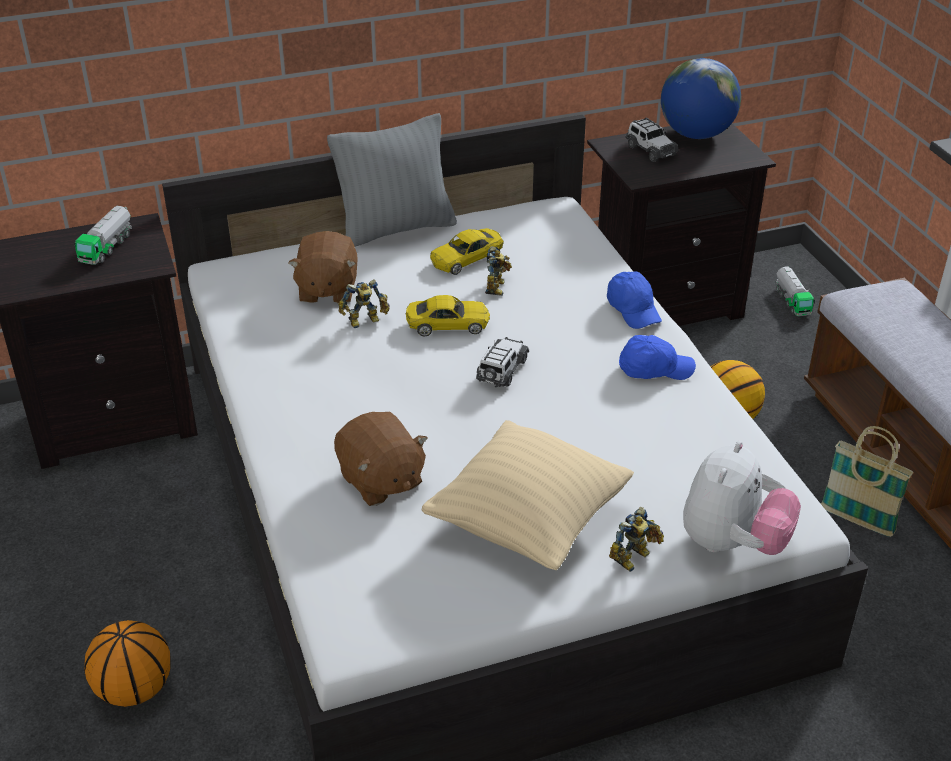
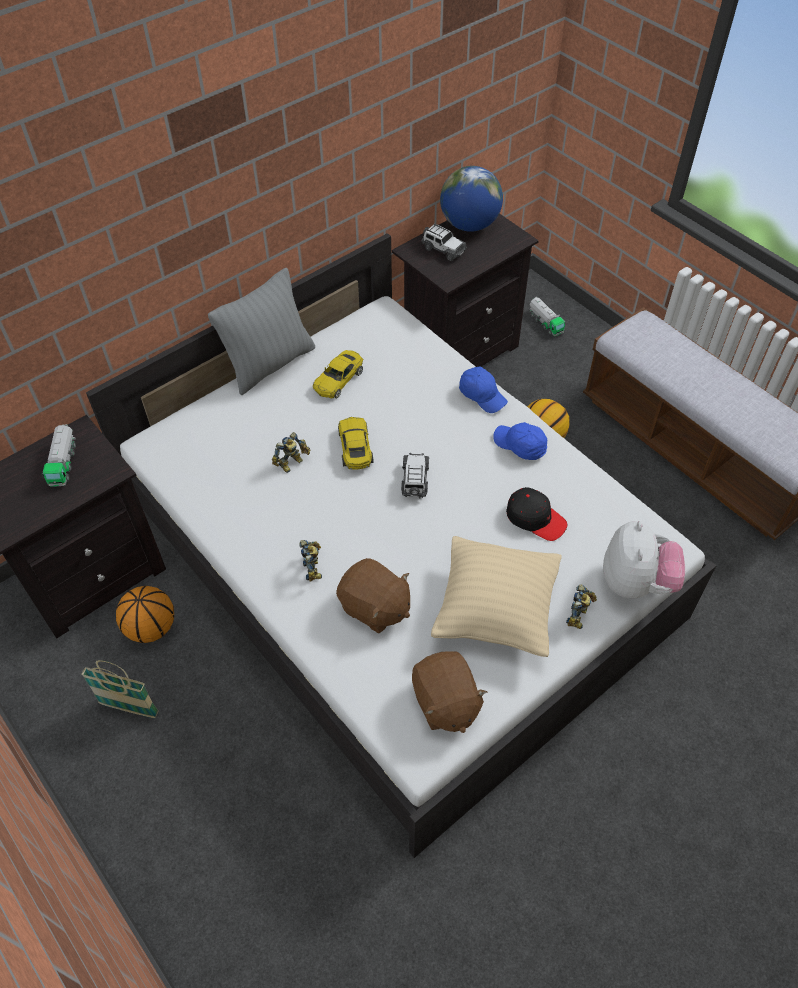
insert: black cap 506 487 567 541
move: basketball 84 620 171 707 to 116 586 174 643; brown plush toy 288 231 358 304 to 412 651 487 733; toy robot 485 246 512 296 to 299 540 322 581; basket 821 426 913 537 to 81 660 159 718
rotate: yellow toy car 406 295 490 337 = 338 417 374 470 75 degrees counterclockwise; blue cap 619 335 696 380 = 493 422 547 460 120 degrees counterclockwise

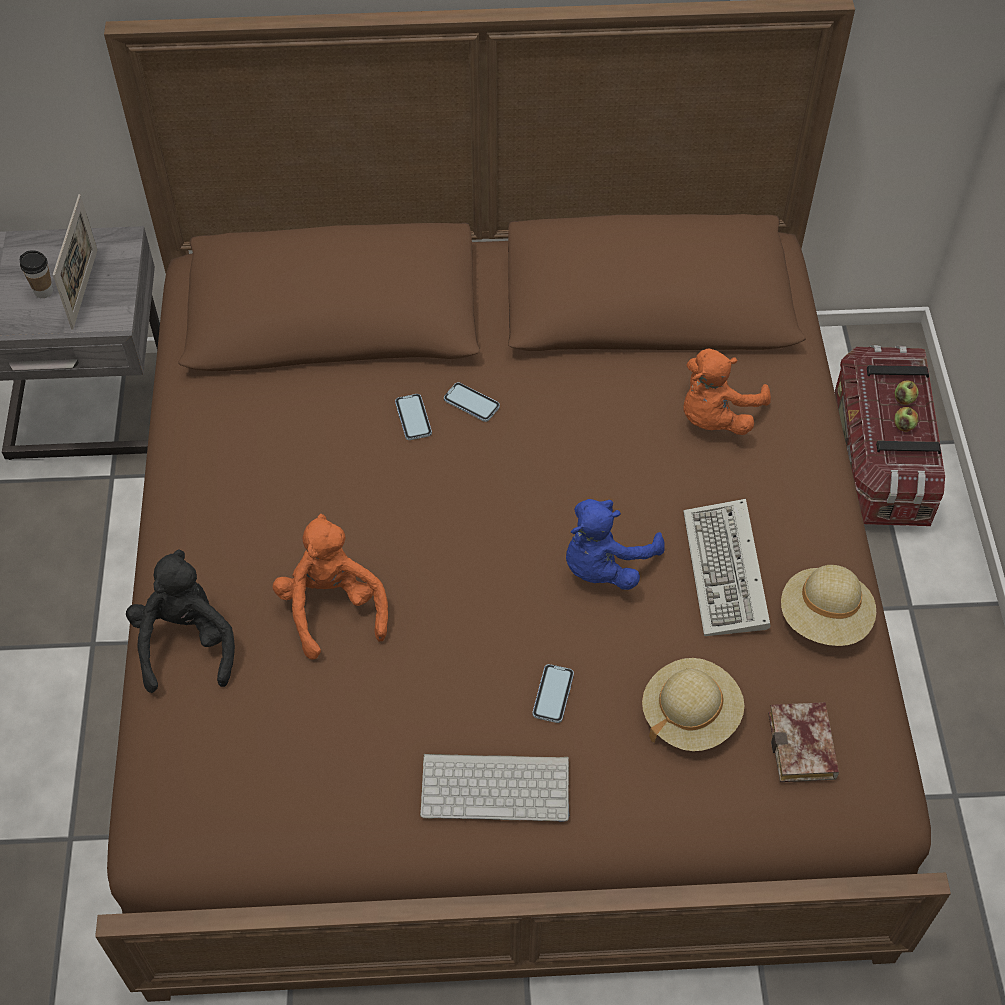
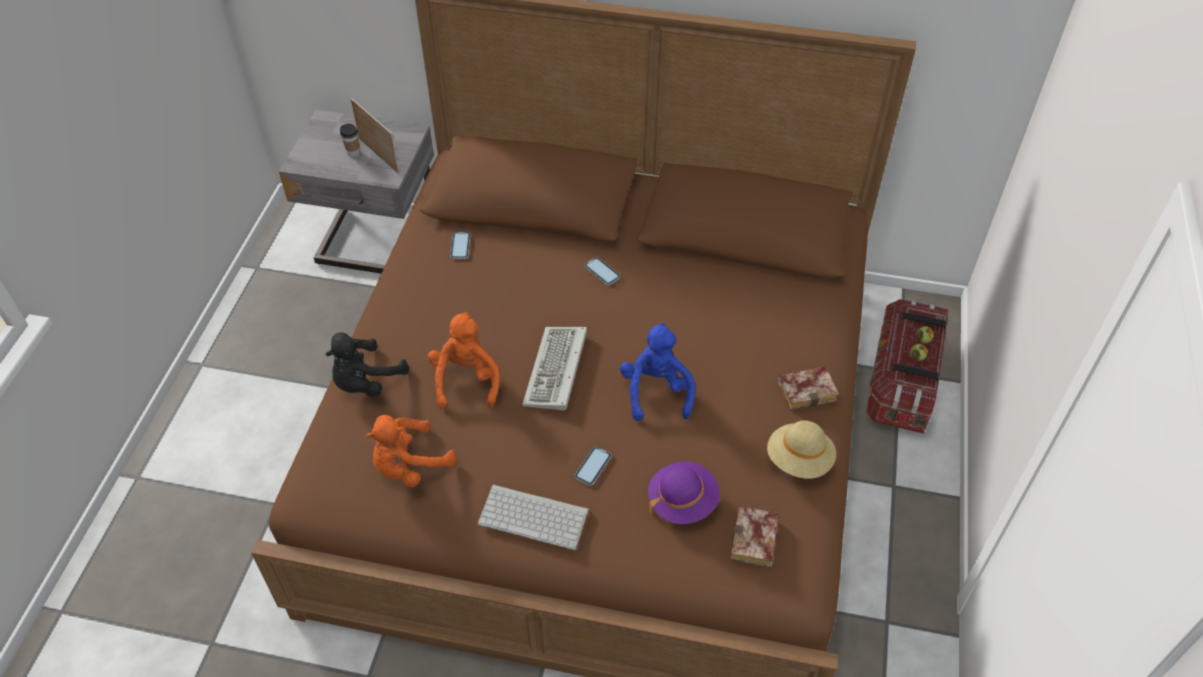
insert: book 777 366 839 411
move: phone 395 394 432 440 to 450 232 471 259; orange plush toy 683 349 771 435 to 366 415 456 487; keyboard 683 499 771 636 to 522 327 587 410
recolor: beige hat 642 658 744 751 to purple hat 648 461 720 524
rotate: picture frame 53 194 97 329 = 350 98 400 174 60 degrees counterclockwise; black plush toy 126 549 235 693 = 325 332 409 397 150 degrees counterclockwise; blue plush toy 566 499 665 590 = 620 323 695 421 120 degrees clockwise

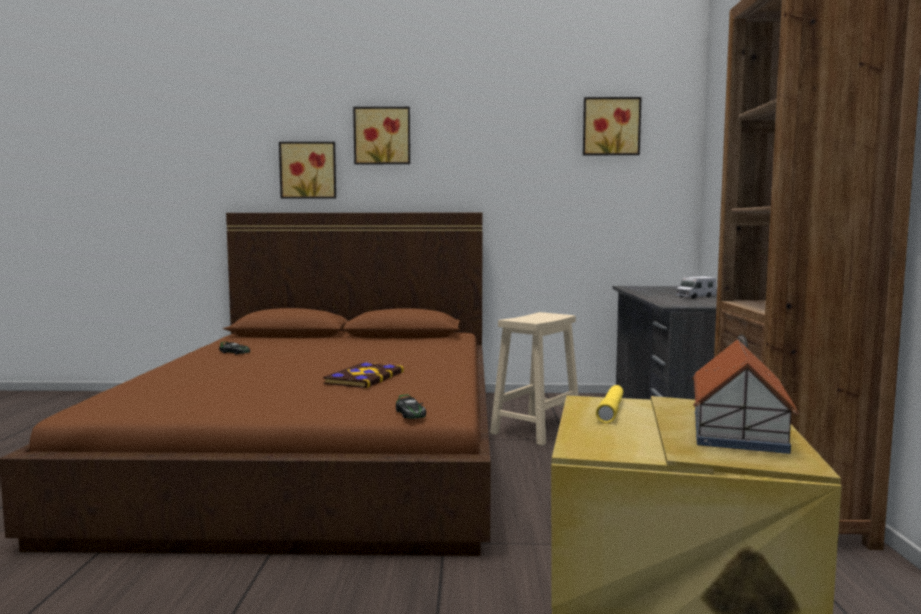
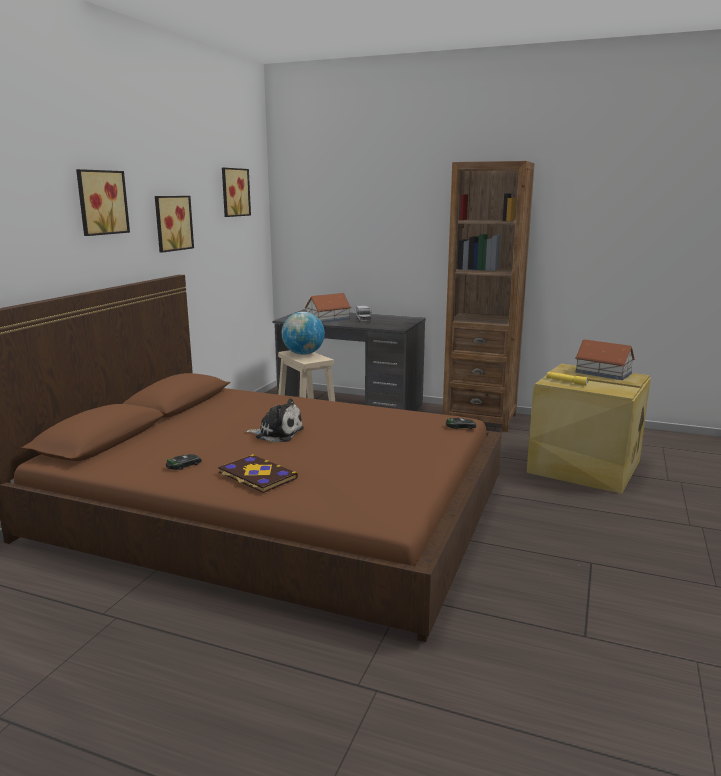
insert: plush toy 245 398 304 442; globe 282 312 325 355; toy house 305 293 351 323
move: picture 279 142 336 198 to 155 196 194 253; book 323 362 404 388 to 218 454 298 493

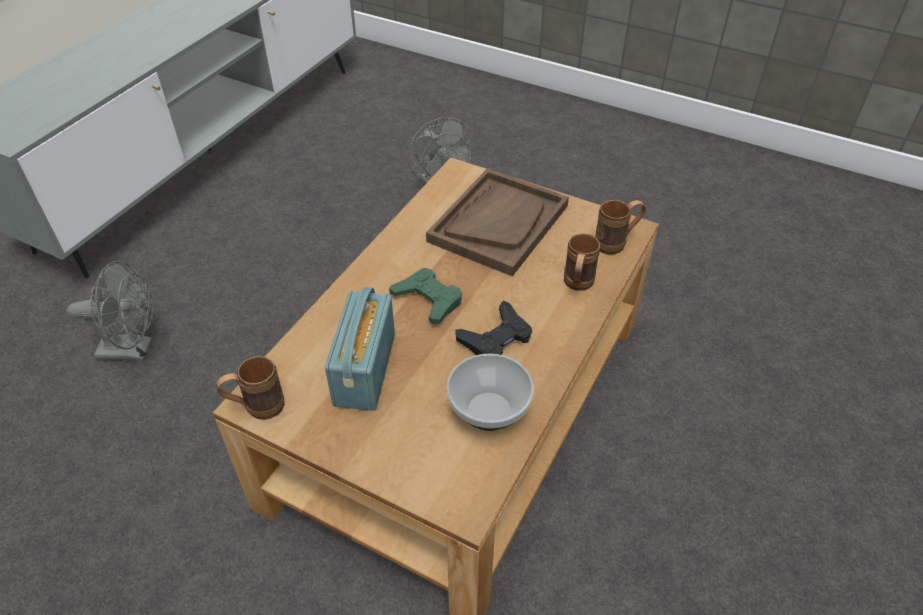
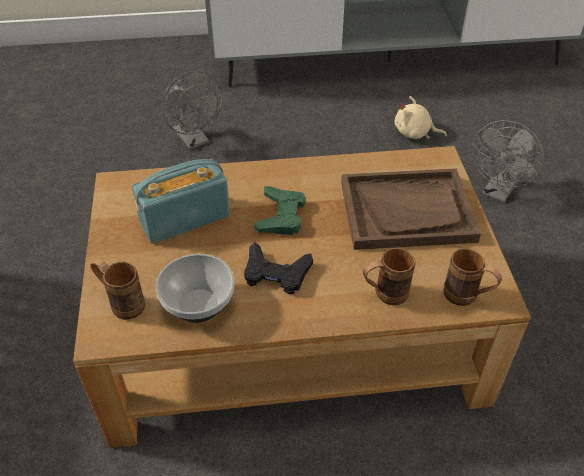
insert: beige plush toy 395 96 447 139
move: brown mug 216 356 284 420 to 91 259 145 320

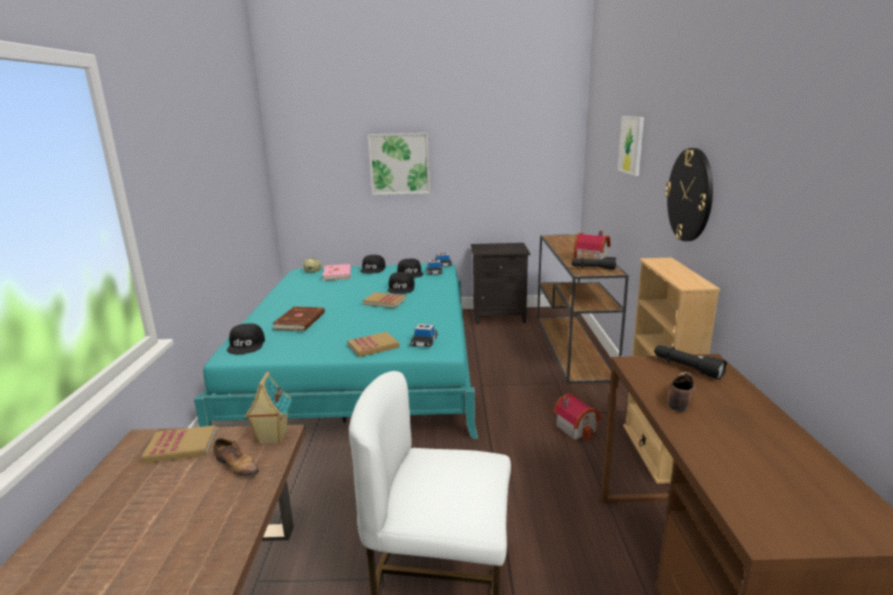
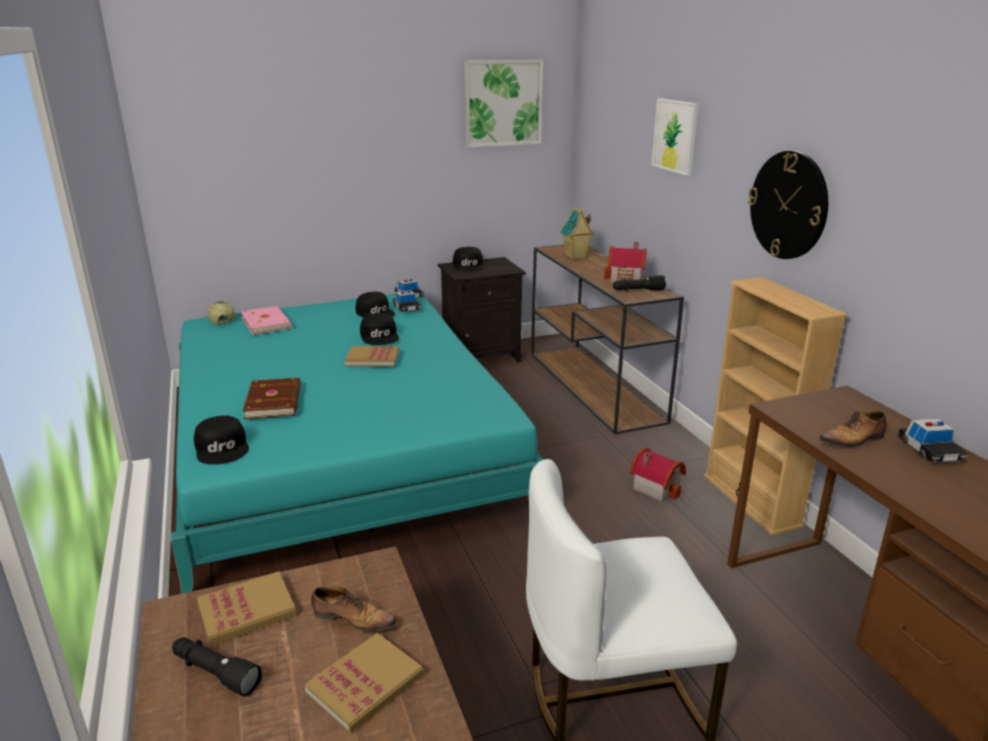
move: toy house 244 371 292 445 to 560 207 594 259; book 347 332 400 357 to 304 633 424 733; black cap 360 255 386 274 to 453 247 485 272; picture 368 133 430 195 to 464 60 543 148; toy car 410 324 438 347 to 896 418 967 463; black flashlight 654 345 727 380 to 172 637 262 696
rotate: shoe 668 371 695 412 = 819 411 887 447 120 degrees counterclockwise

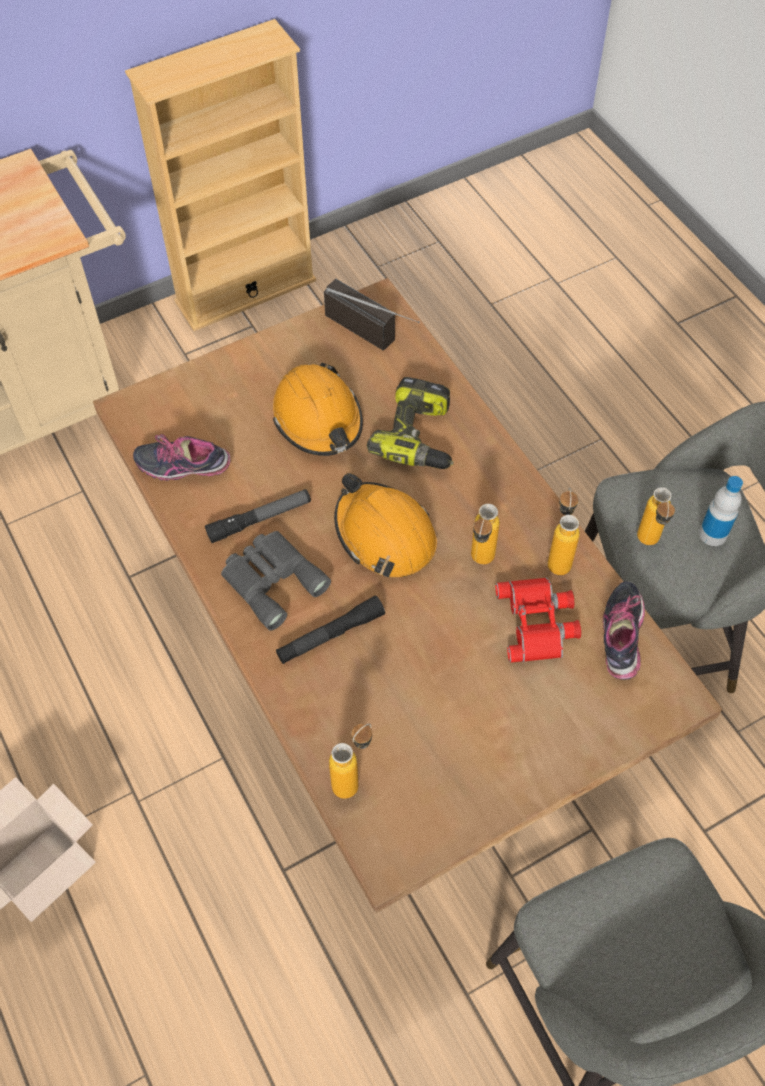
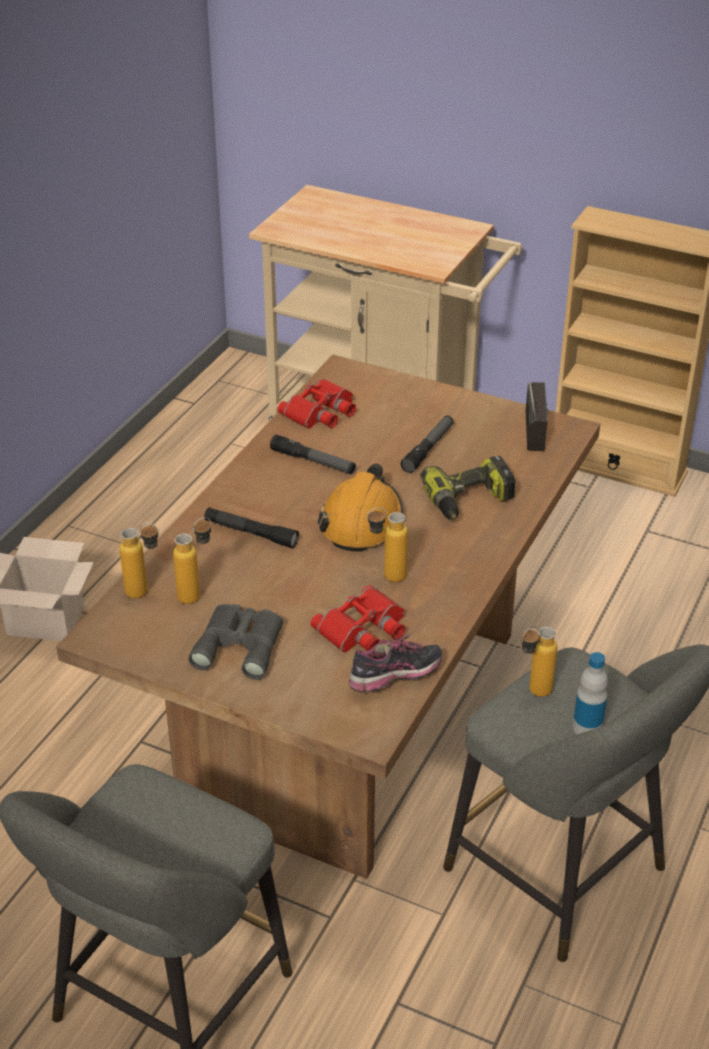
move: grey binoculars 221 531 331 631 to 188 604 283 680; bottle 548 487 580 575 to 173 517 211 604
replace: shoe 133 434 231 481 to red binoculars 277 378 356 429; orange hard hat 273 363 363 456 to flashlight 401 416 453 473

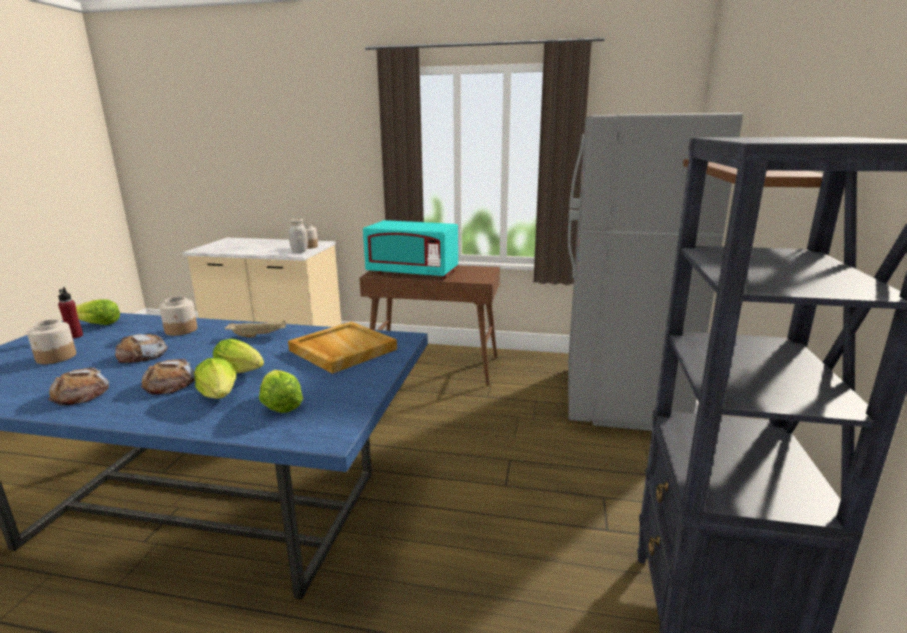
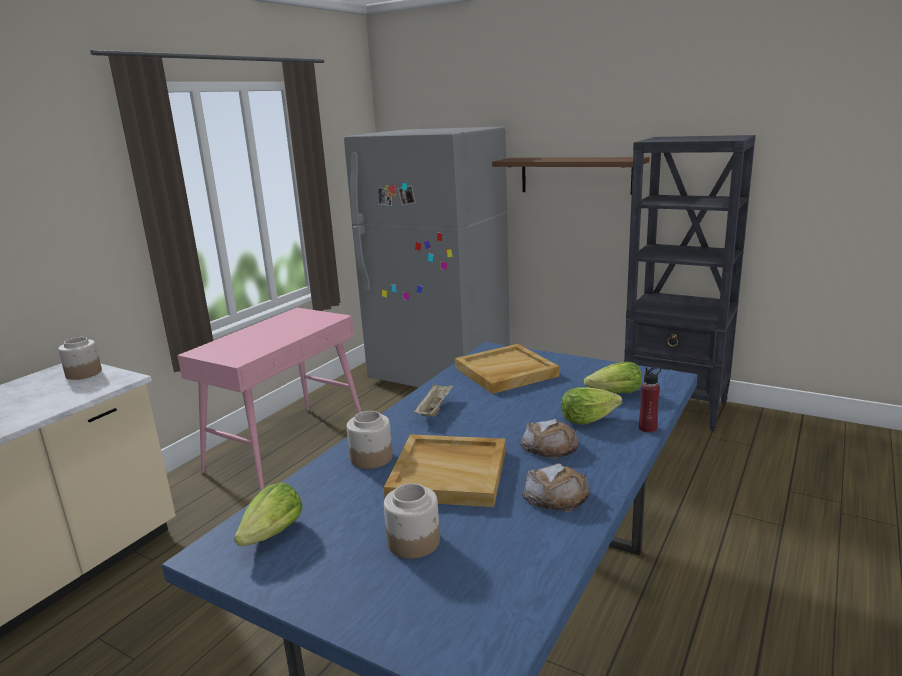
delete: lettuce 213 339 264 373; white jar 289 218 308 253; turquoise microwave 363 220 459 278
move: red bottle 58 287 83 339 to 639 367 661 433
replace: bread 115 334 168 363 to beige tray 384 434 506 507
recolor: brown console table 359 265 500 386 to pink console table 177 308 362 491

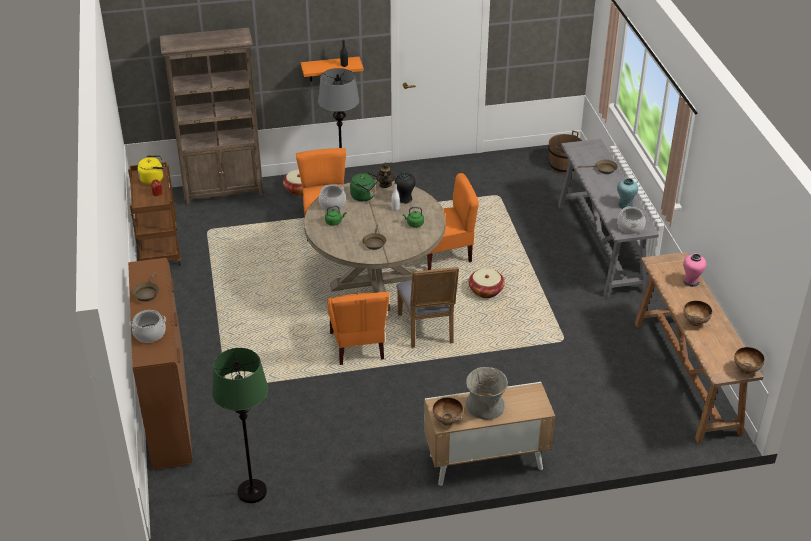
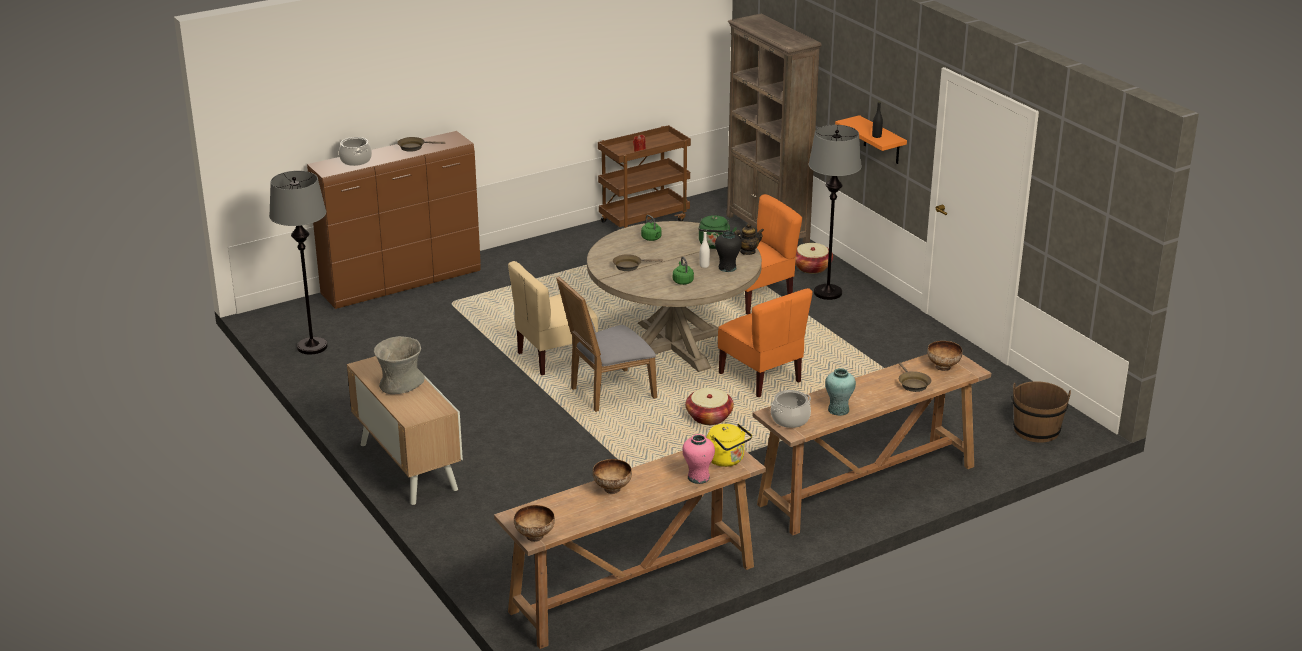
delete: cooking pot 319 184 346 210
move: yellow kettle 137 155 165 185 to 706 424 752 467; bowl 433 397 463 426 to 927 341 963 371
recolor: green floor lamp 212 348 268 503 to grey floor lamp 269 171 328 355; orange chair 327 292 389 365 to beige chair 508 261 598 375; grey console table 558 139 659 298 to brown console table 752 354 991 535

